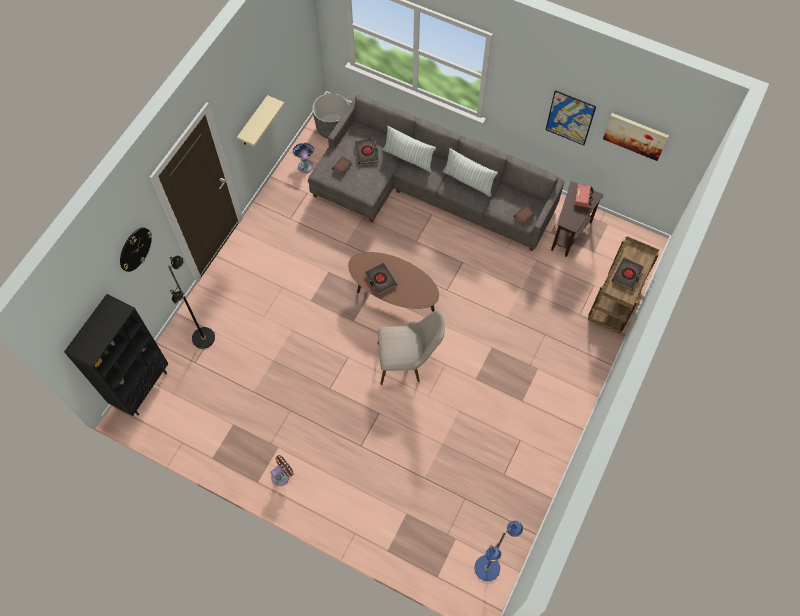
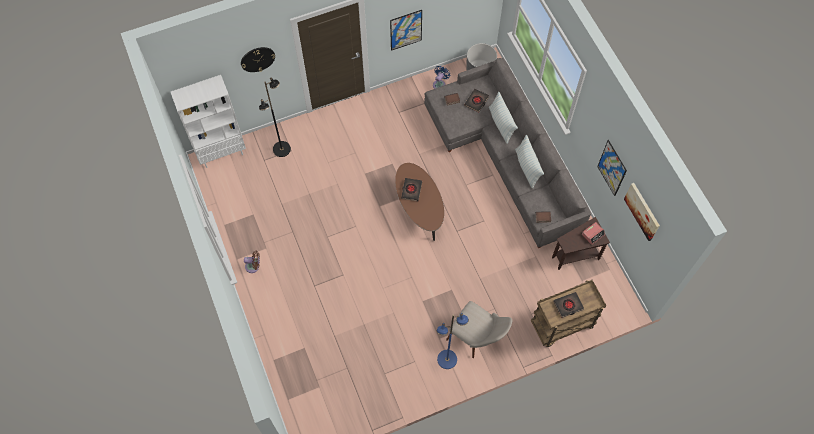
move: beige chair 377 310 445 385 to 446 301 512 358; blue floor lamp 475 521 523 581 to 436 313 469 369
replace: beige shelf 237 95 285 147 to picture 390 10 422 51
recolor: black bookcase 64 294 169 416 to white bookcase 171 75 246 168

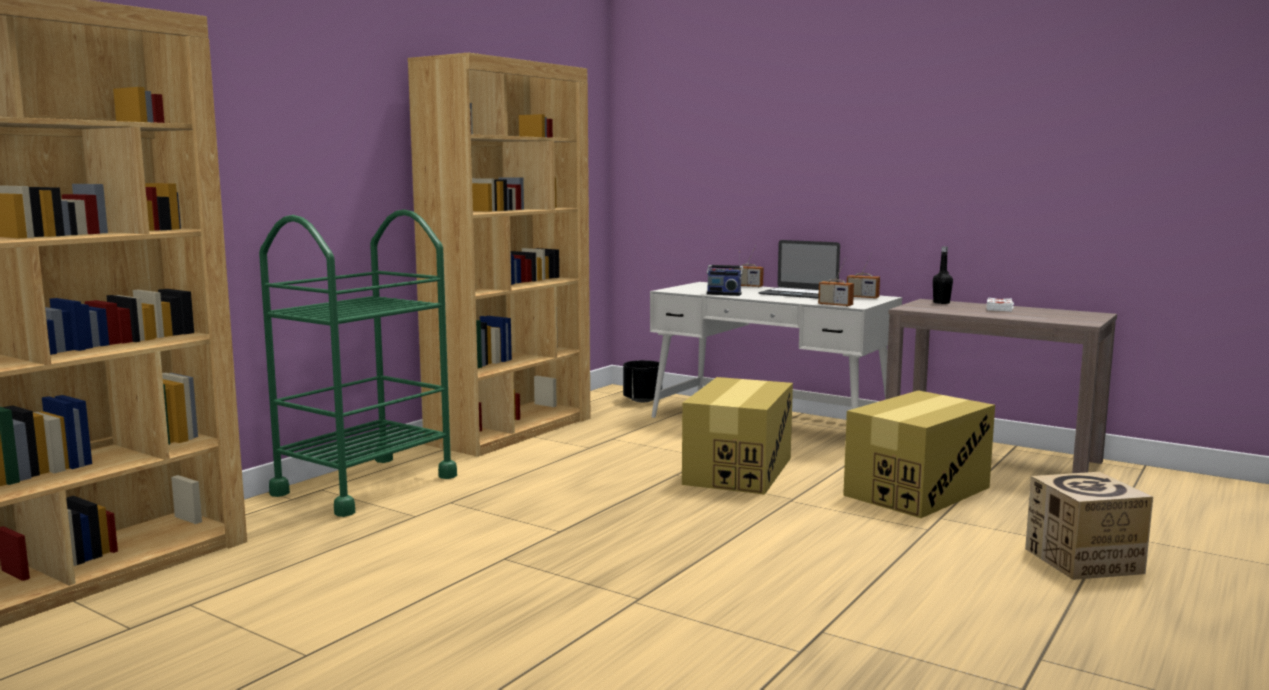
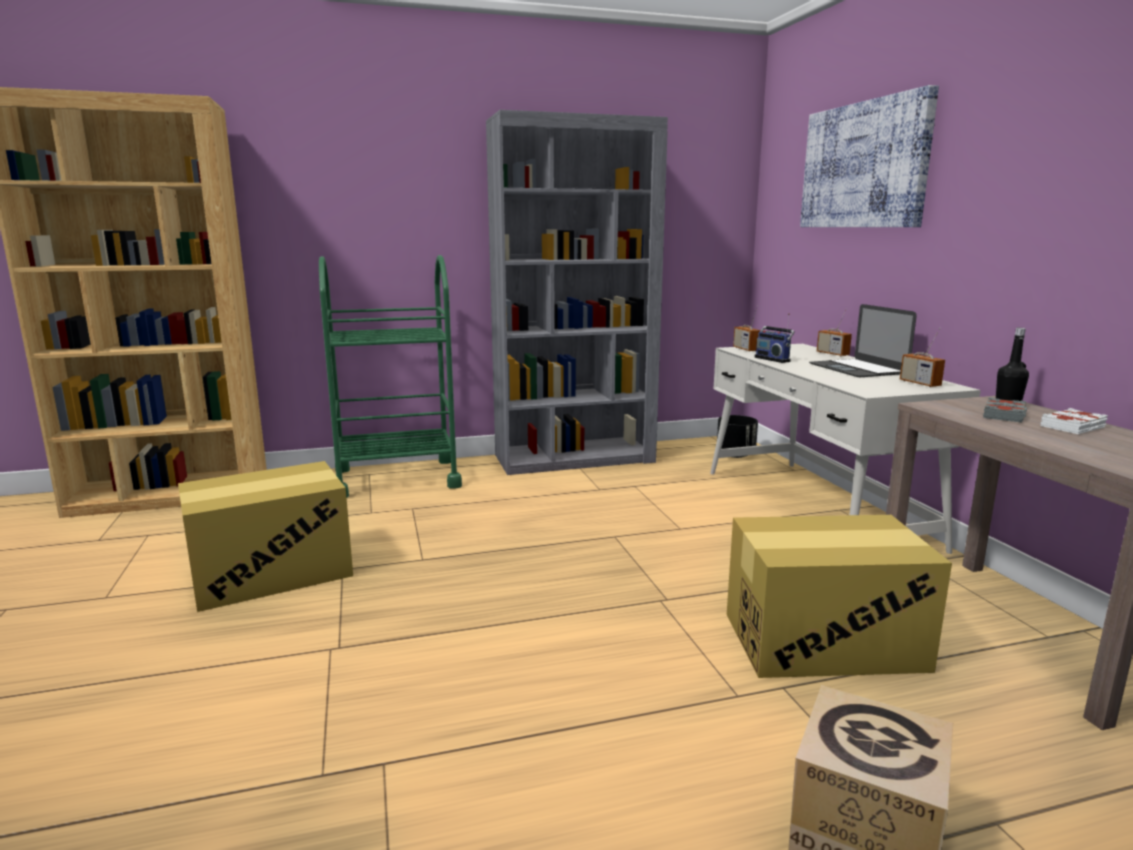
insert: picture 800 85 939 227; grey book 983 397 1027 423
move: cardboard box 682 377 793 495 to 178 461 353 612; radio 818 257 854 307 to 733 305 760 352
recolor: brown bookcase 408 53 590 457 to grey bookcase 486 110 668 475

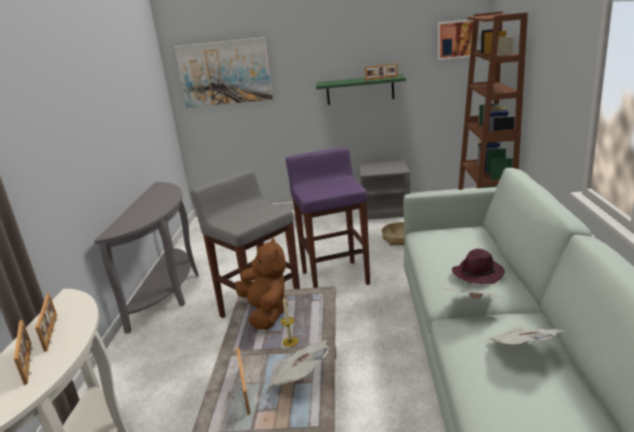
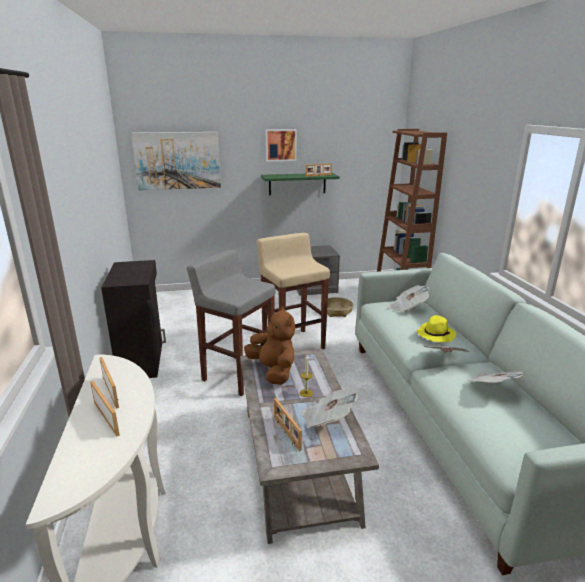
insert: newspaper 388 285 430 313
move: picture 438 20 473 60 to 266 129 297 162
replace: grey console table 94 182 199 334 to black cabinet 101 260 166 378
recolor: purple stool 286 148 370 288 to beige stool 257 233 330 349; purple hat 452 249 505 284 to yellow hat 416 315 456 342

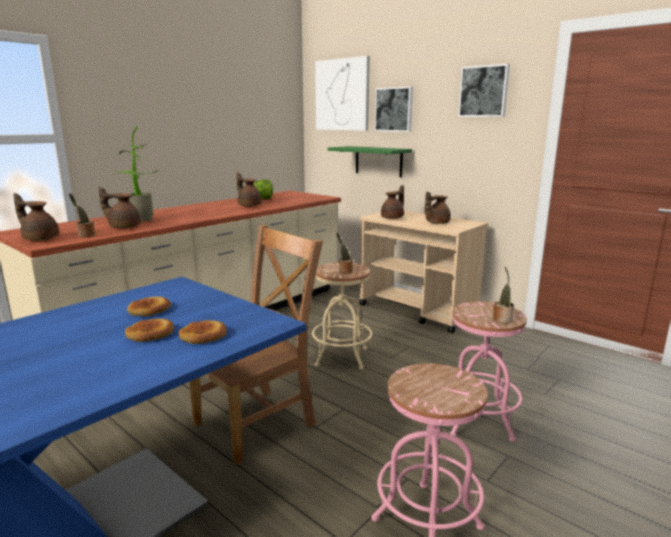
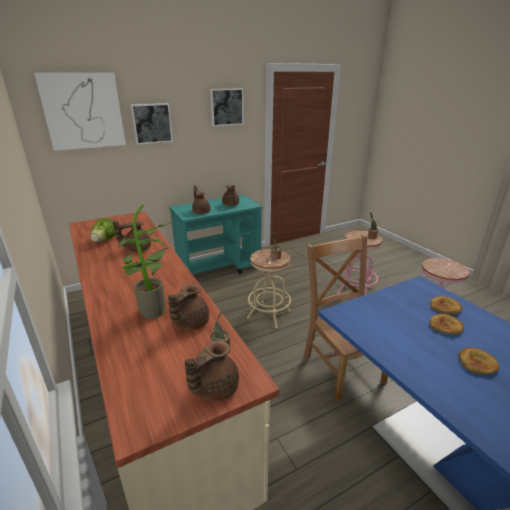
delete: green shelf 328 146 412 177
move: bread 127 296 171 316 to 458 347 500 375
recolor: beige cart 359 211 488 334 to turquoise cart 169 195 263 274

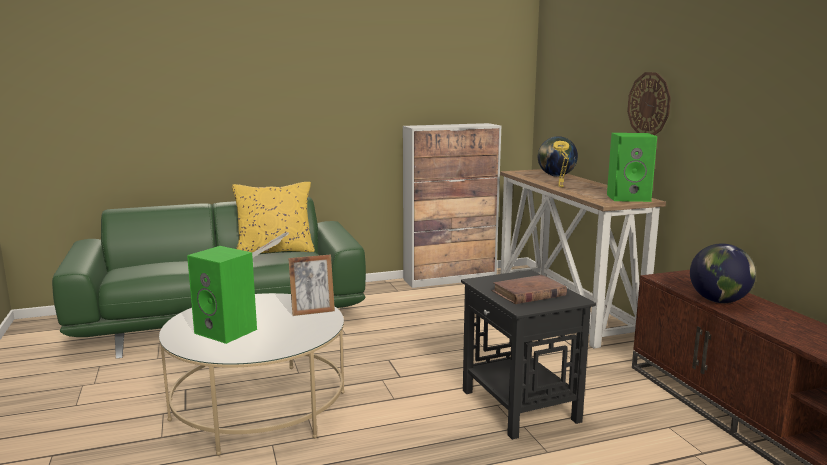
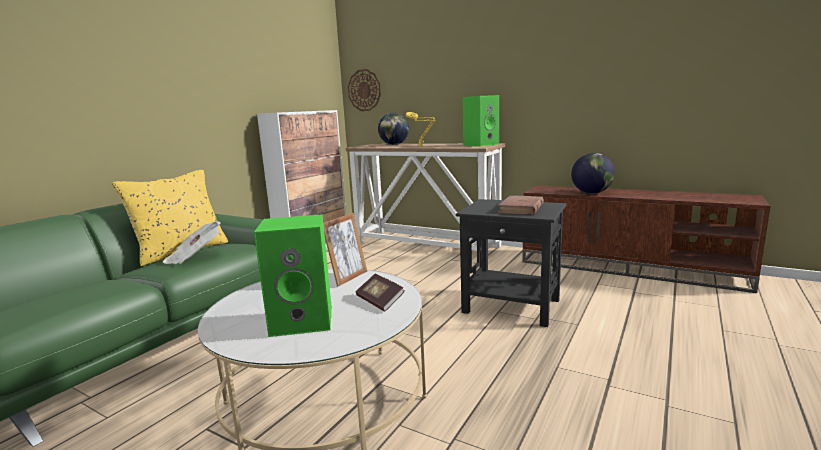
insert: book 356 274 405 312
move: wall clock 627 72 671 135 to 348 69 381 111

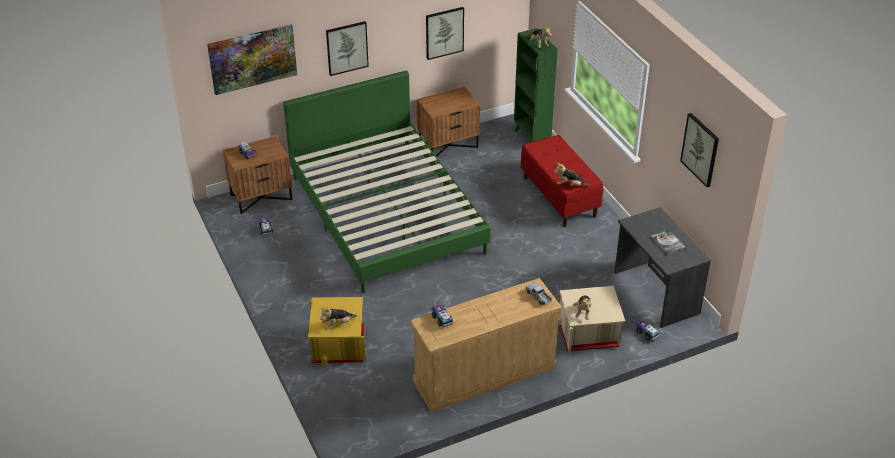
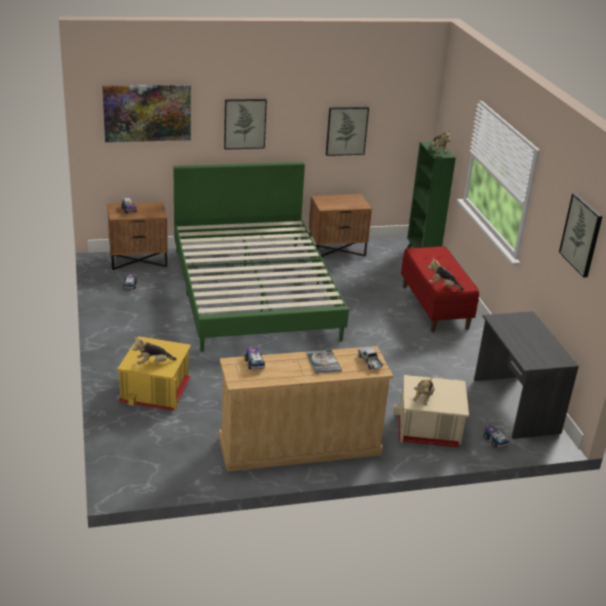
move: book 650 230 686 255 to 306 350 342 374

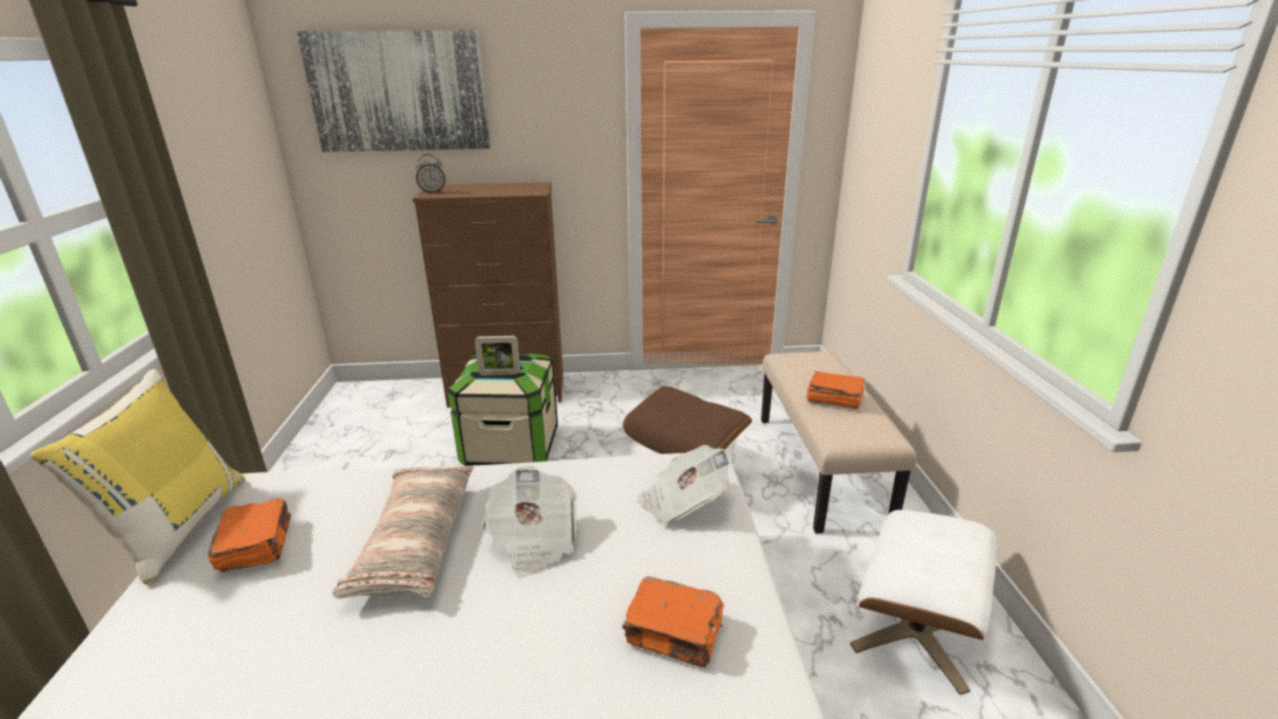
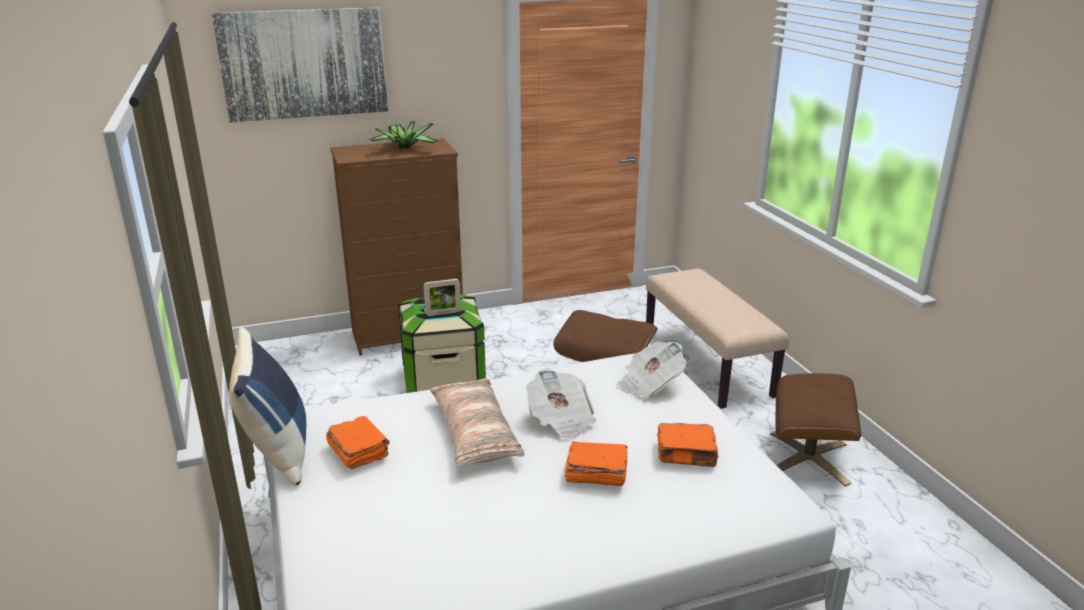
delete: alarm clock 415 154 445 194
insert: potted plant 369 121 437 150
move: orange book 806 371 865 409 to 565 441 628 486
recolor: yellow pillow 31 369 246 584 to blue pillow 229 327 306 486; white ottoman 850 510 997 695 to brown ottoman 770 373 861 487

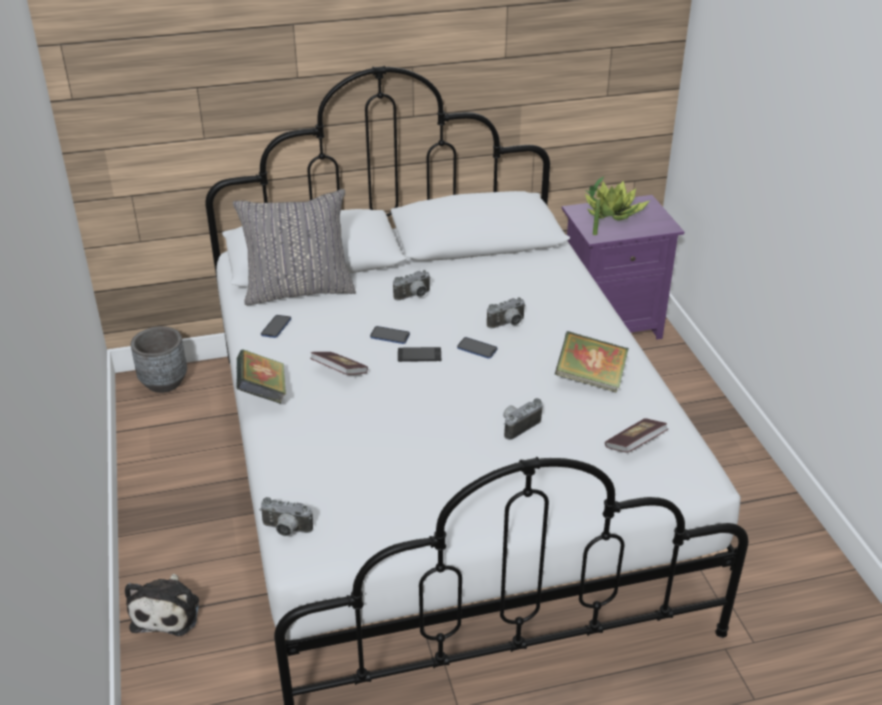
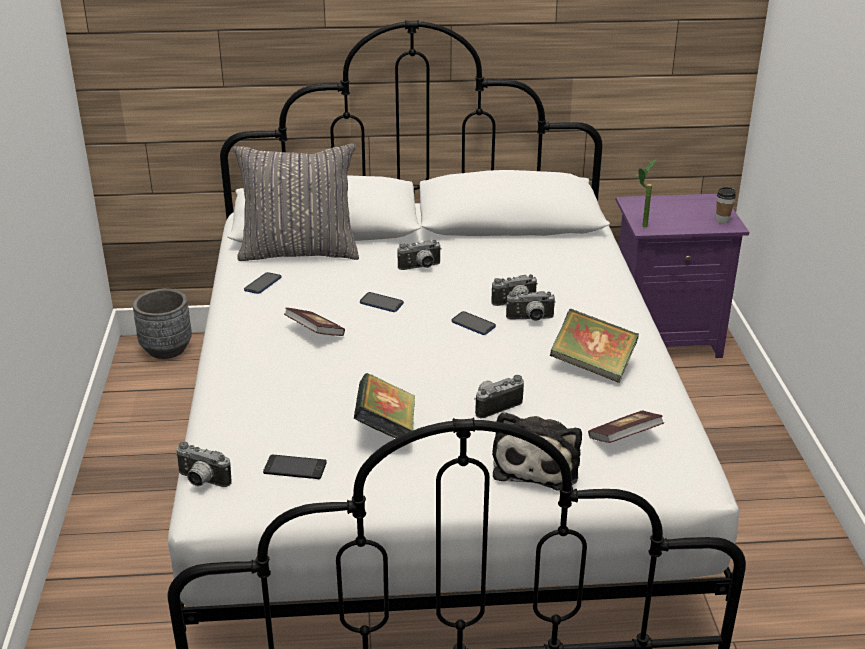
delete: potted plant 585 180 650 221
insert: photo camera 506 291 556 321; cup 716 187 736 223
move: plush toy 125 574 199 636 to 492 412 582 491; book 236 349 286 404 to 354 373 415 438; phone 398 347 441 362 to 263 455 327 479

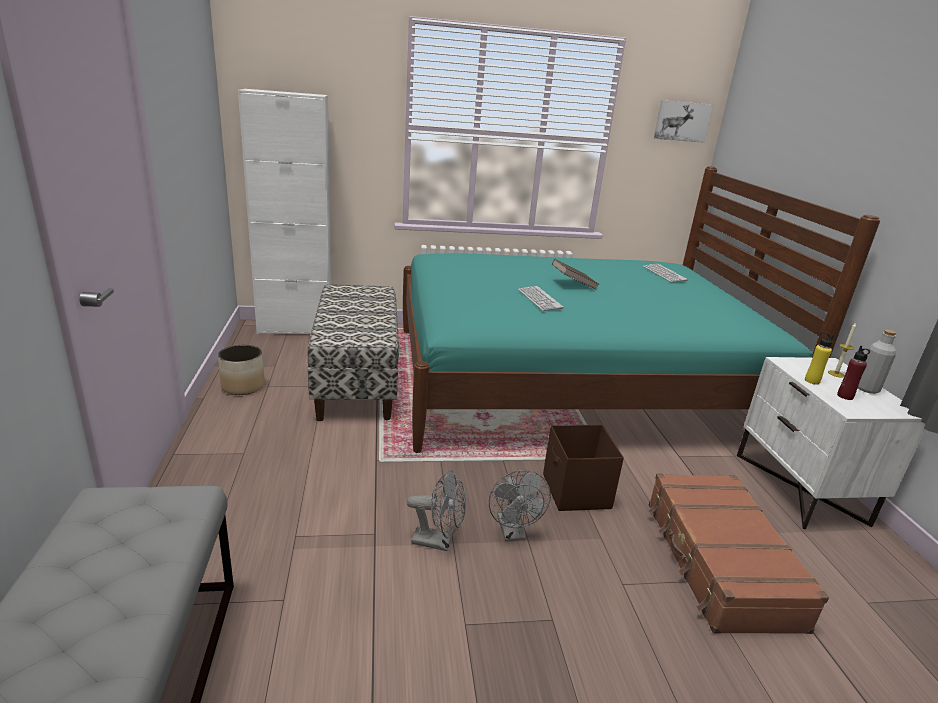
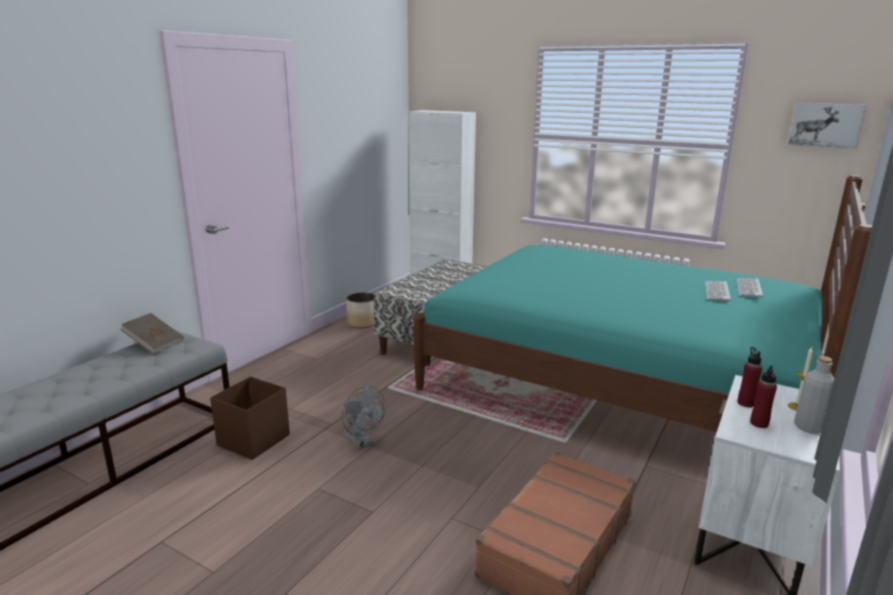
delete: grey fan 489 470 551 541
move: keyboard 518 286 563 311 to 705 281 731 301; brown storage box 543 425 624 511 to 210 377 290 460; brown book 552 259 599 290 to 120 313 184 354
recolor: yellow bottle 805 332 834 385 to red bottle 738 347 762 408

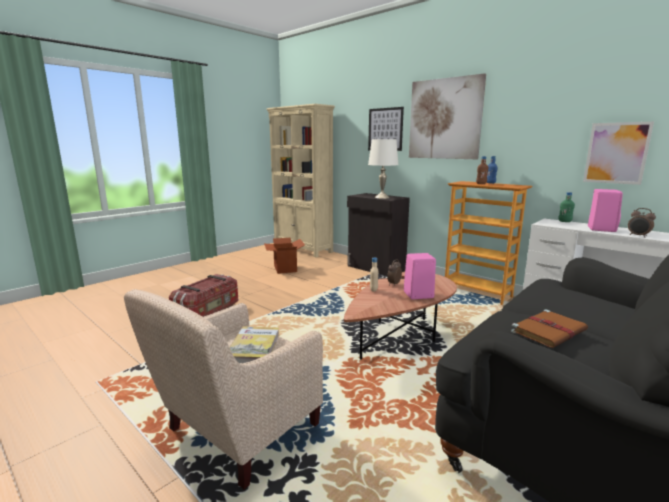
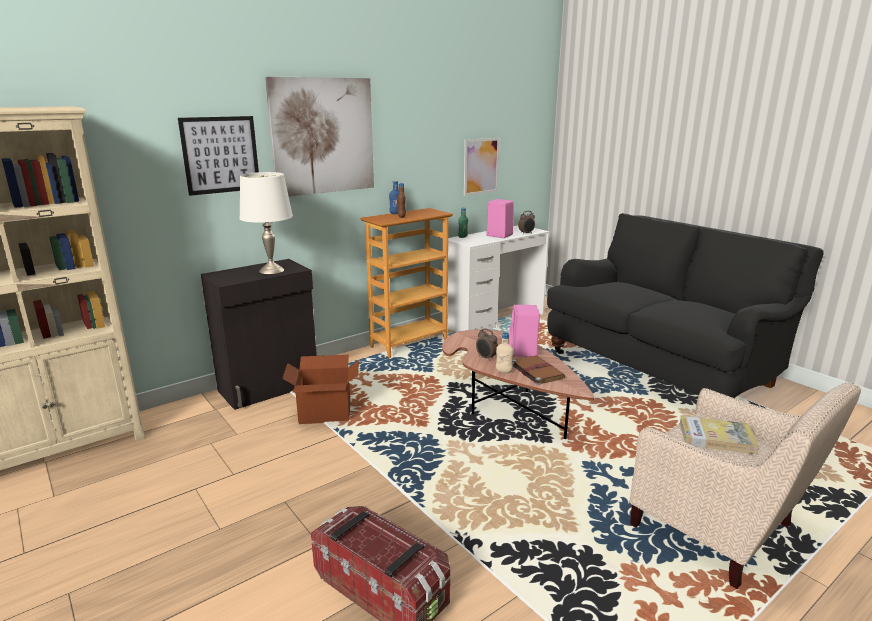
move: cardboard box 264 237 305 274 to 282 355 359 424; brown book 511 309 588 348 to 512 356 565 385

